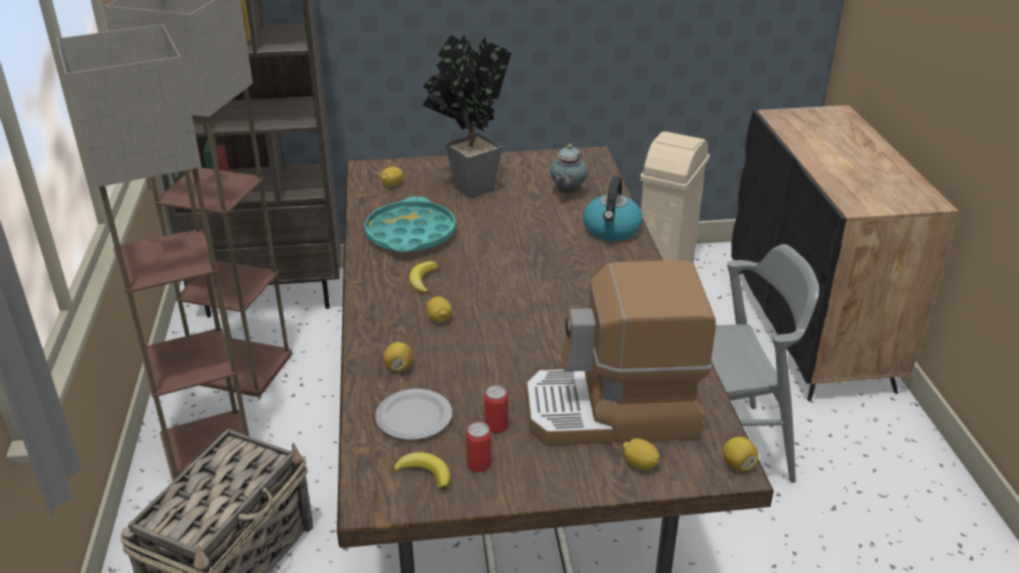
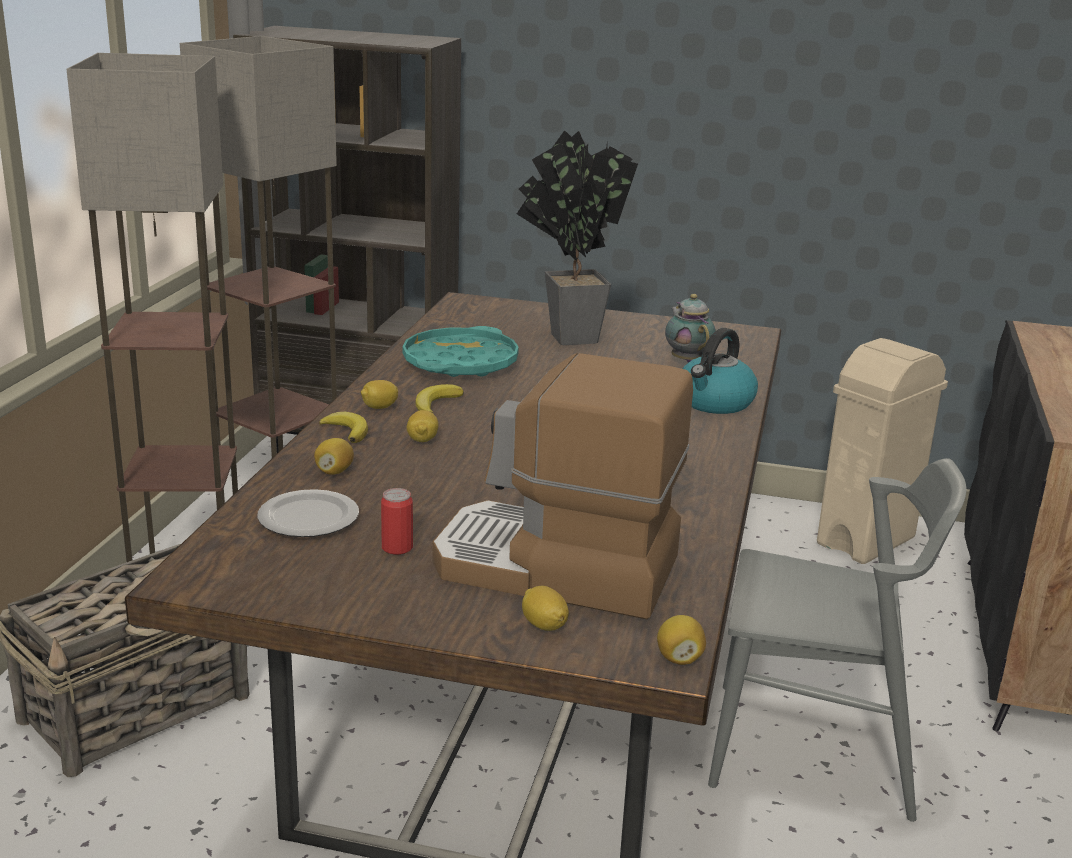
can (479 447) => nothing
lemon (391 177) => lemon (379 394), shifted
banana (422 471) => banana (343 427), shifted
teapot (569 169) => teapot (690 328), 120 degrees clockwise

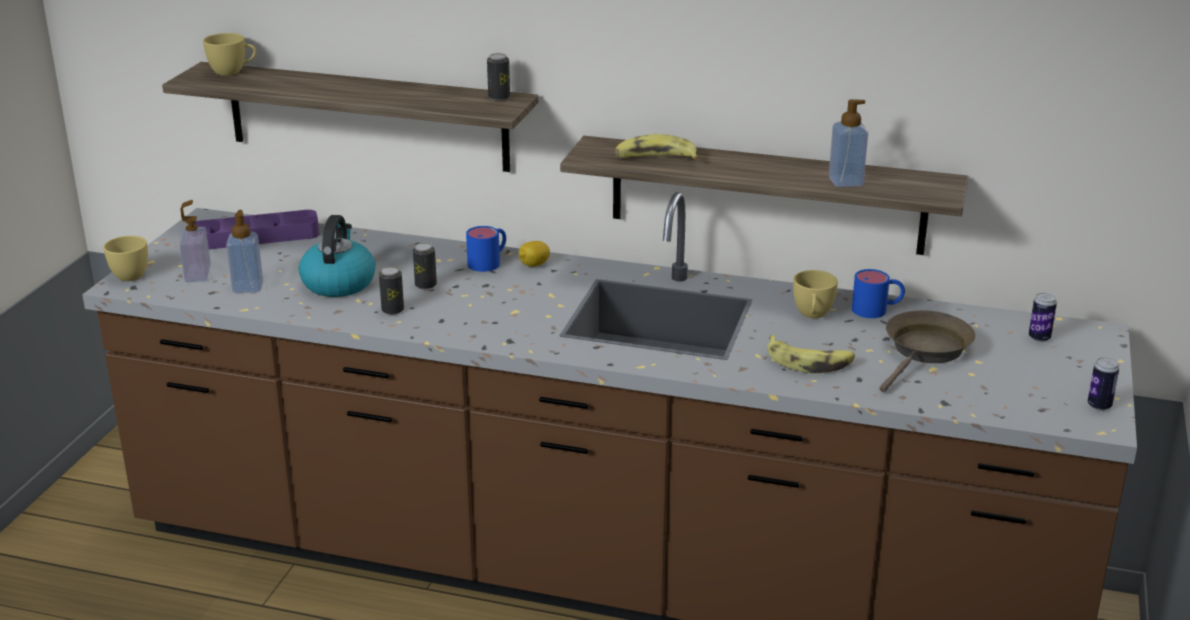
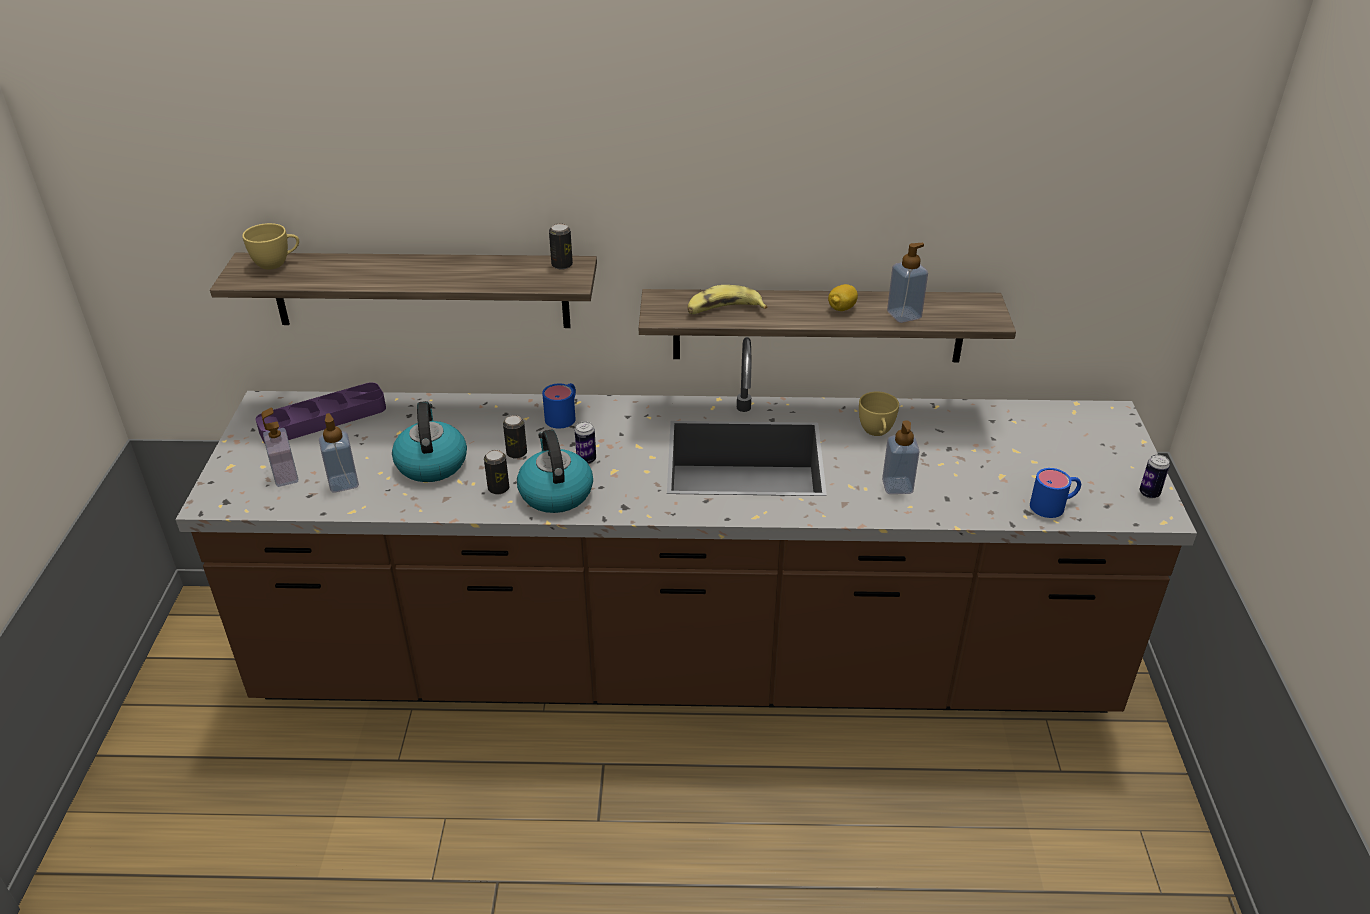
cup in yellow (125 258) => nothing
frying pan in brown (928 351) => nothing
nothing => kettle (555 471)
lemon (534 254) => lemon (843 297), shifted
mug in blue (878 293) => mug in blue (1055 493), shifted
can (1043 317) => can (585 442), shifted
banana (811 354) => soap dispenser (901 457)

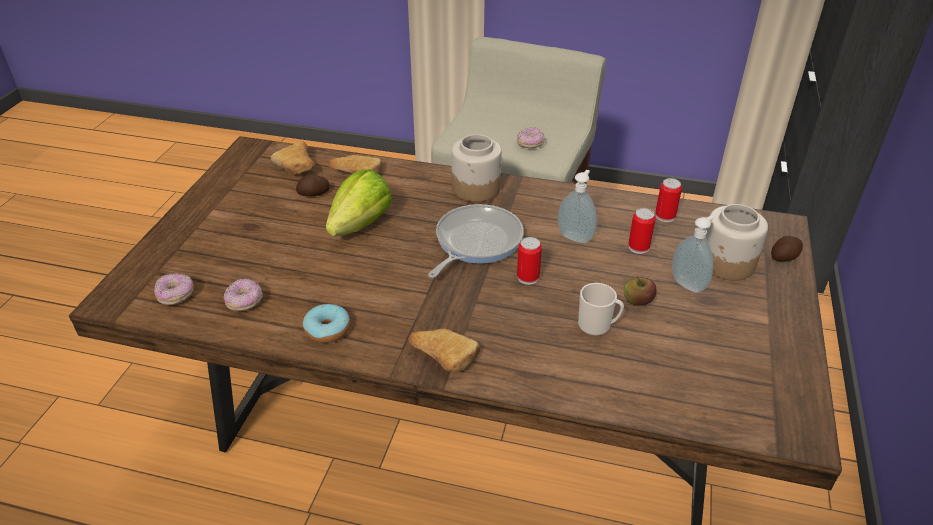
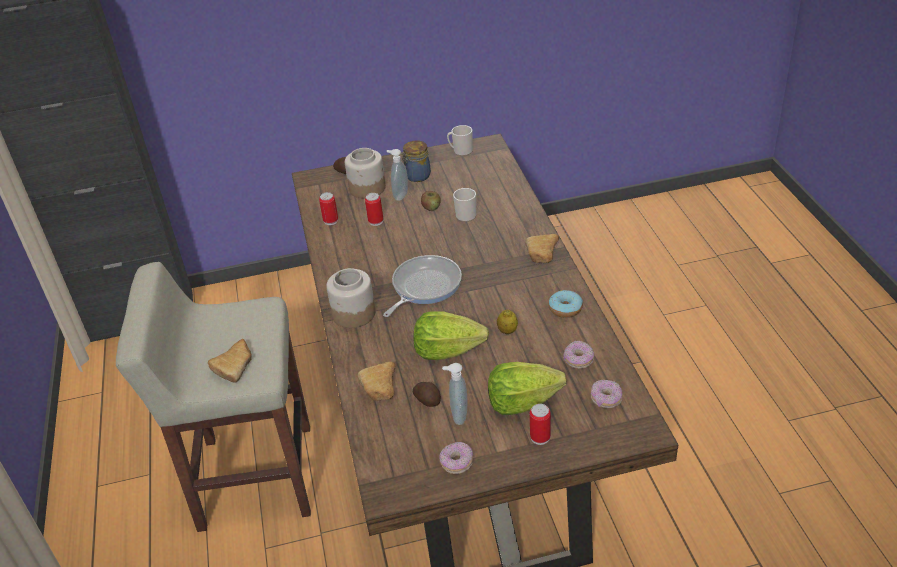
nothing => jar (416 161)
nothing => mug (460 140)
nothing => lettuce (527 388)
nothing => lemon (507 322)
bread (293 158) => bread (230 361), shifted
donut (531 137) => donut (456 458), shifted
can (529 261) => can (540 424), shifted
soap dispenser (577 206) => soap dispenser (455 394), shifted
frying pan (476 241) => frying pan (422 286), 120 degrees clockwise

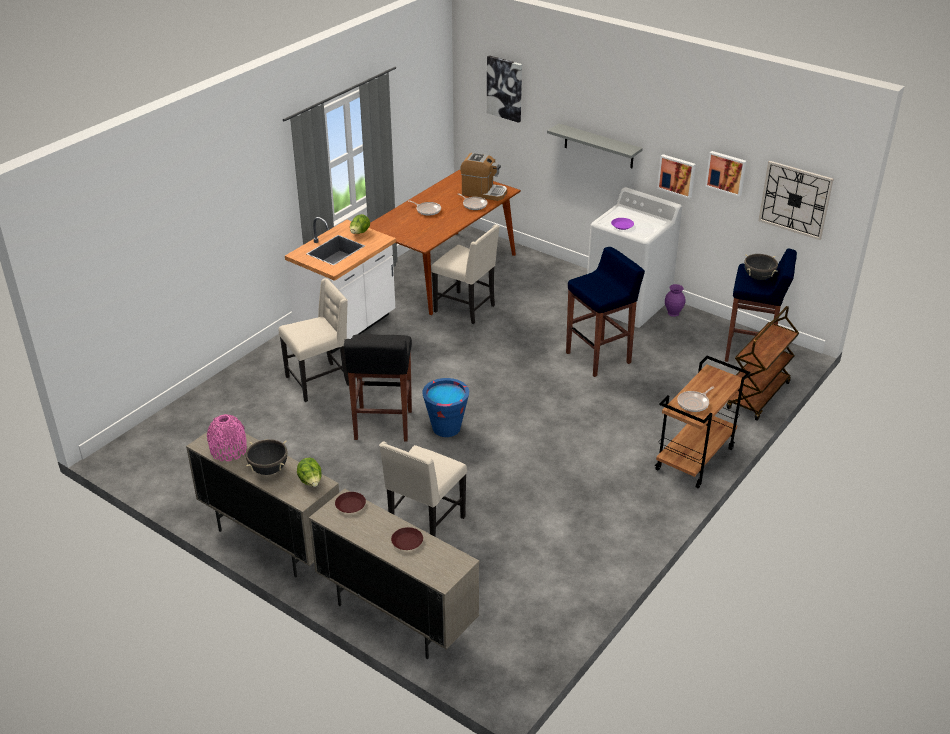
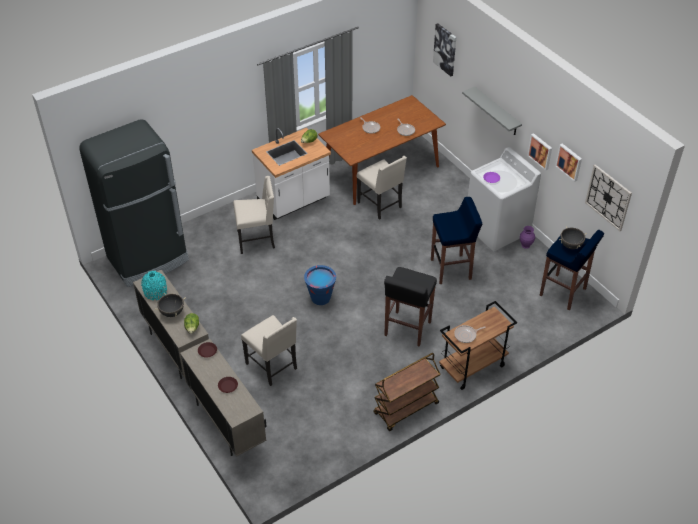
coffee machine (483 177) => nothing
nothing => fridge in black (134 203)
stool in black (378 387) => stool in black (410 307), shifted
cart in brown (763 363) => cart in brown (406 392), shifted
vase in pink (227 437) => vase in turquoise (154 285)
chair in beige (423 489) => chair in beige (269 350), 90 degrees counterclockwise

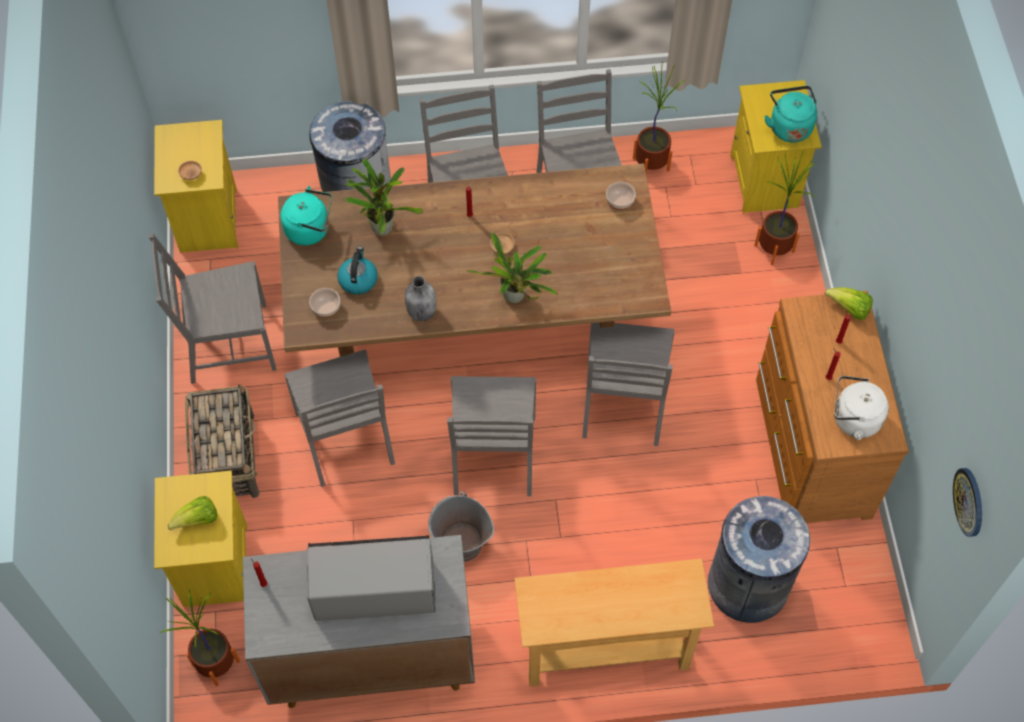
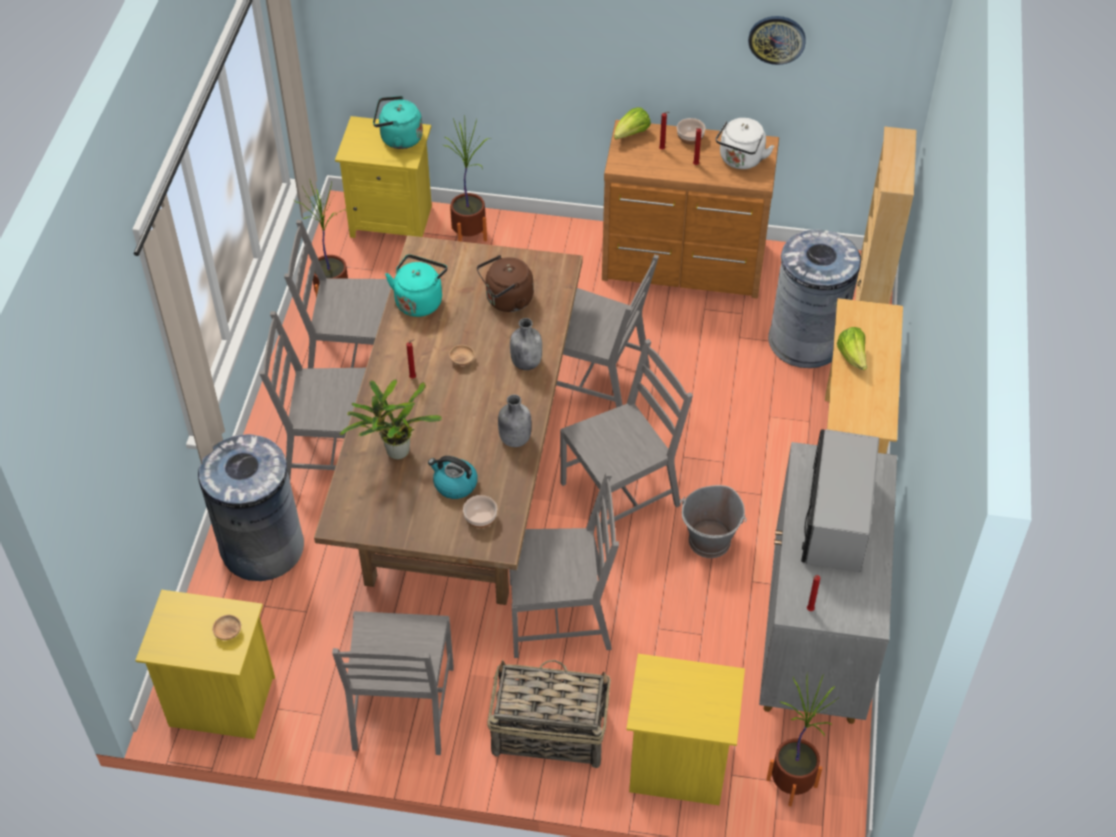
nothing => kettle in brown (505 283)
nothing => bookcase in beige (885 215)
lettuce (193 513) => lettuce (852 348), shifted
kettle in turquoise (306 216) => kettle in turquoise (416 285), shifted
bowl (621 196) => bowl (691 131), shifted
wall clock (967 502) => wall clock (777 40), shifted
potted plant (511 268) => bottle in grey (526 344)
chair in grey (491 436) => chair in grey (626 441), 45 degrees counterclockwise

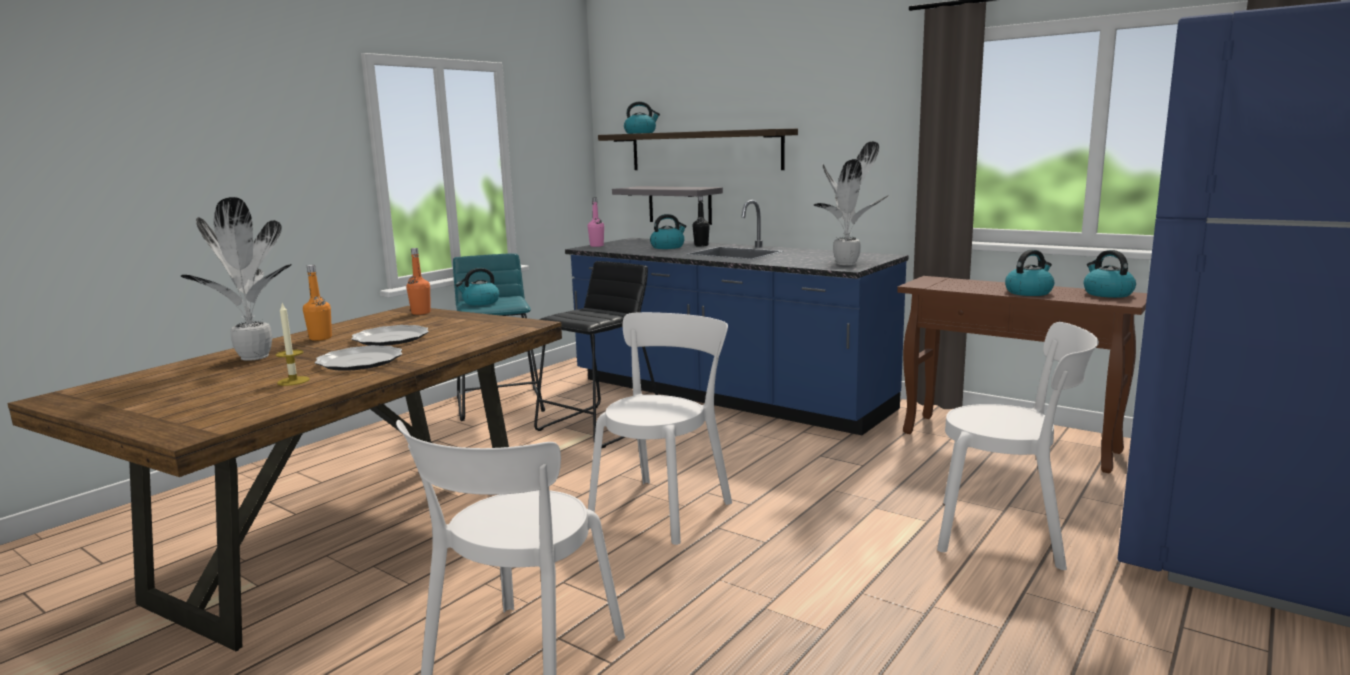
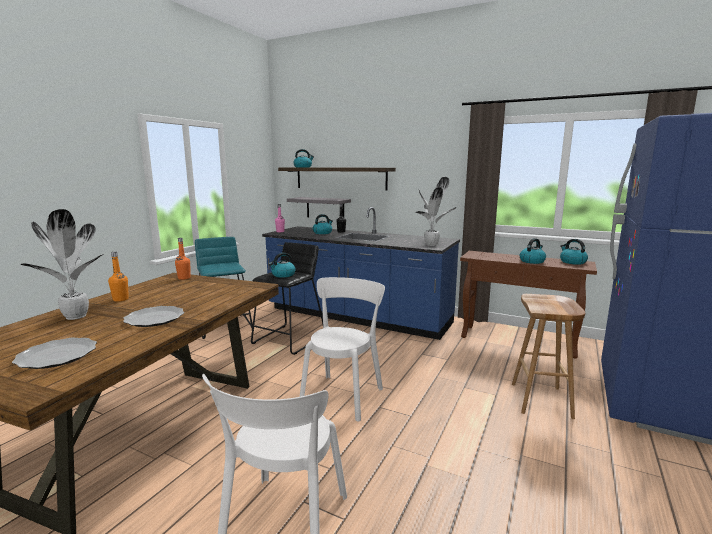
candle (292 345) => nothing
plate (390 335) => plate (54 353), shifted
kettle (478 287) => kettle (282 265), shifted
chair in white (1018 446) => stool in brown (548 356)

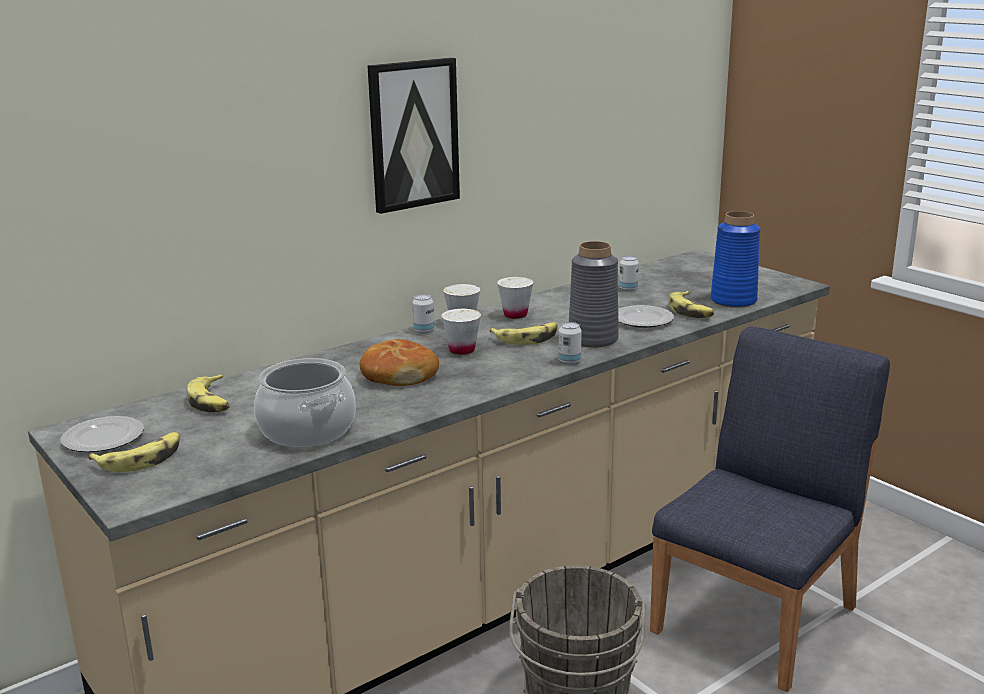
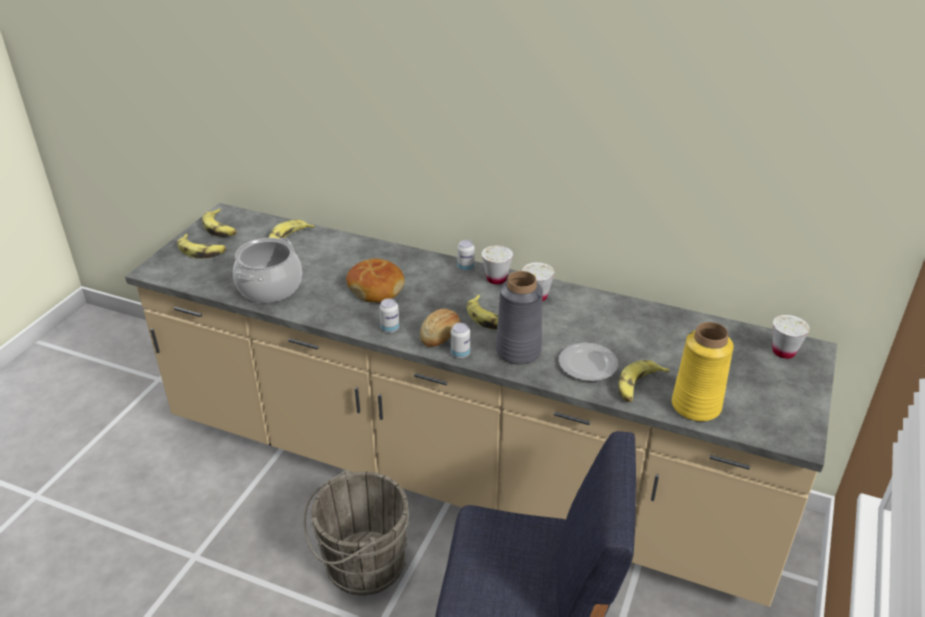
picture (413 136) => nothing
nothing => bread (440 328)
cup in white (461 332) => cup in white (791 337), shifted
can (629 273) => can (389 315), shifted
plate (102 434) => banana (219 223)
vase in blue (735 259) => vase in yellow (703 372)

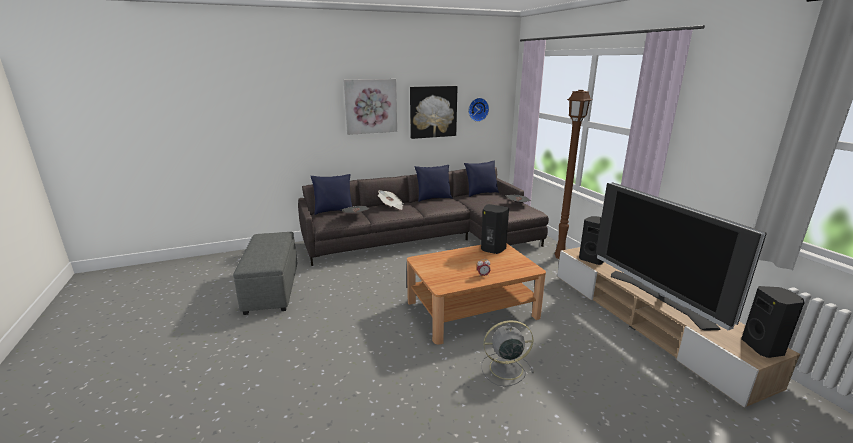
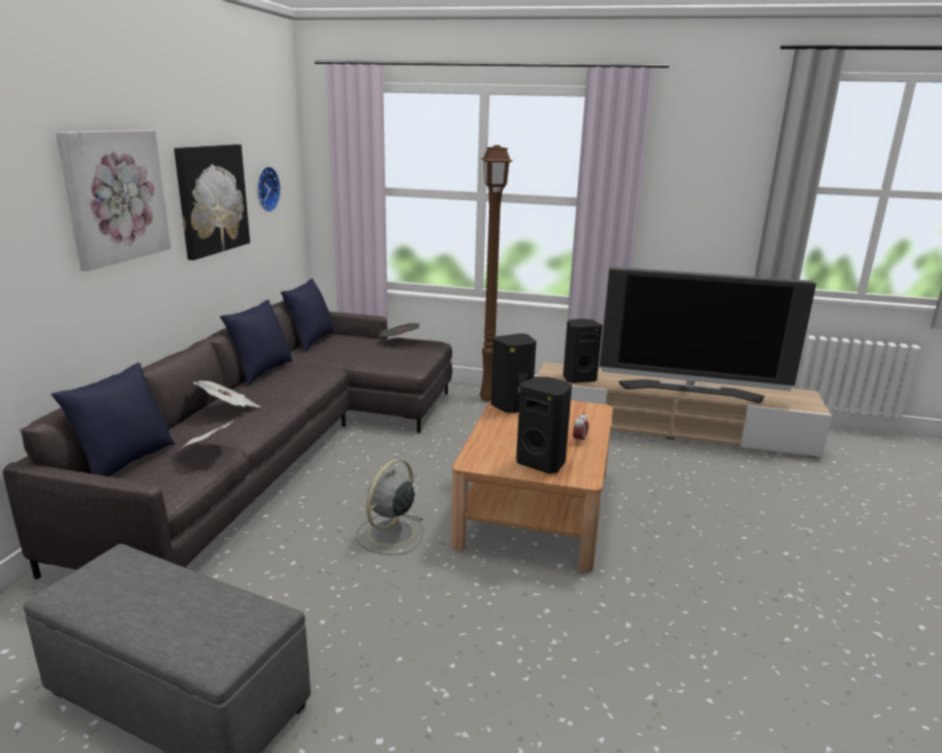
fan in grey (507 353) => fan in grey (390 507), shifted
speaker in black (773 322) => speaker in black (544 425), shifted

